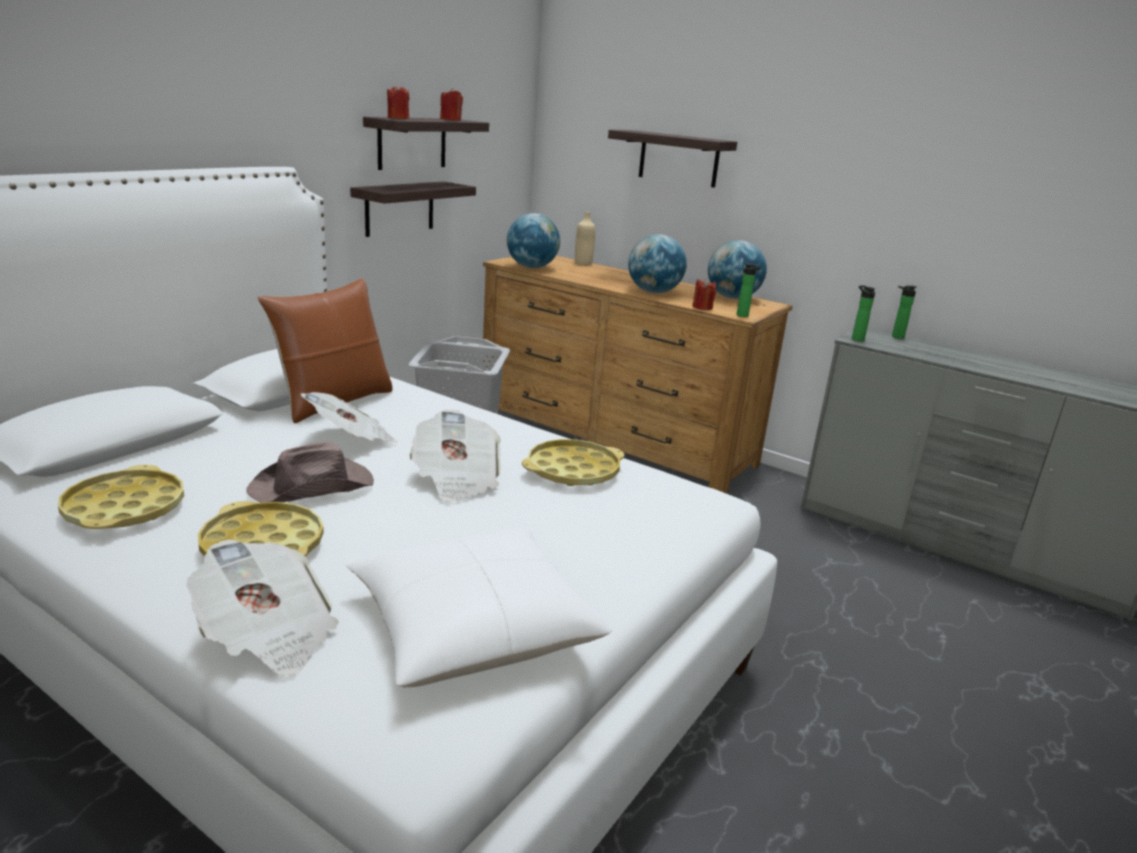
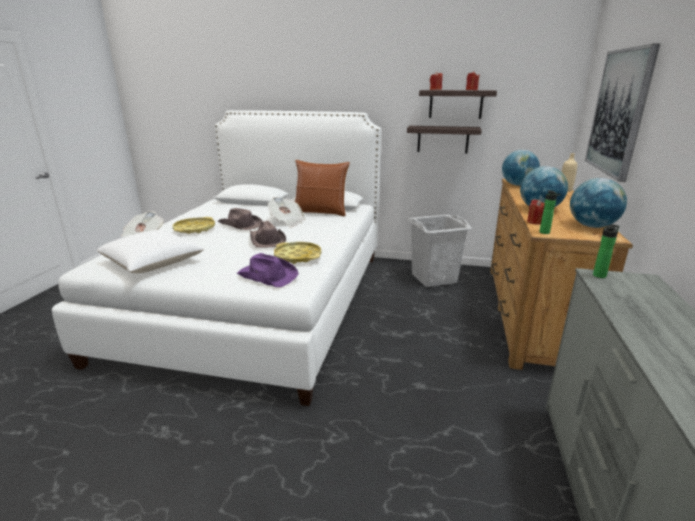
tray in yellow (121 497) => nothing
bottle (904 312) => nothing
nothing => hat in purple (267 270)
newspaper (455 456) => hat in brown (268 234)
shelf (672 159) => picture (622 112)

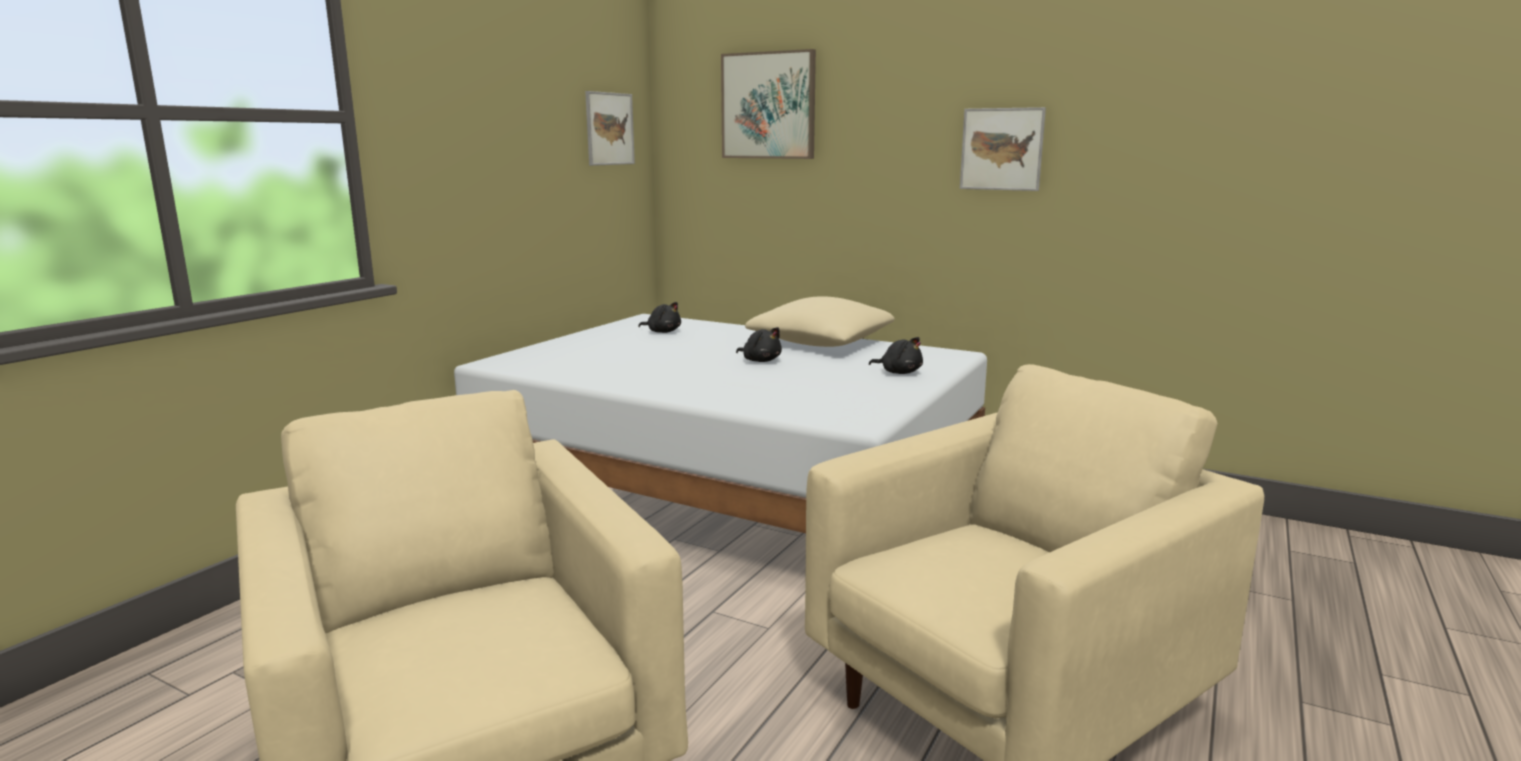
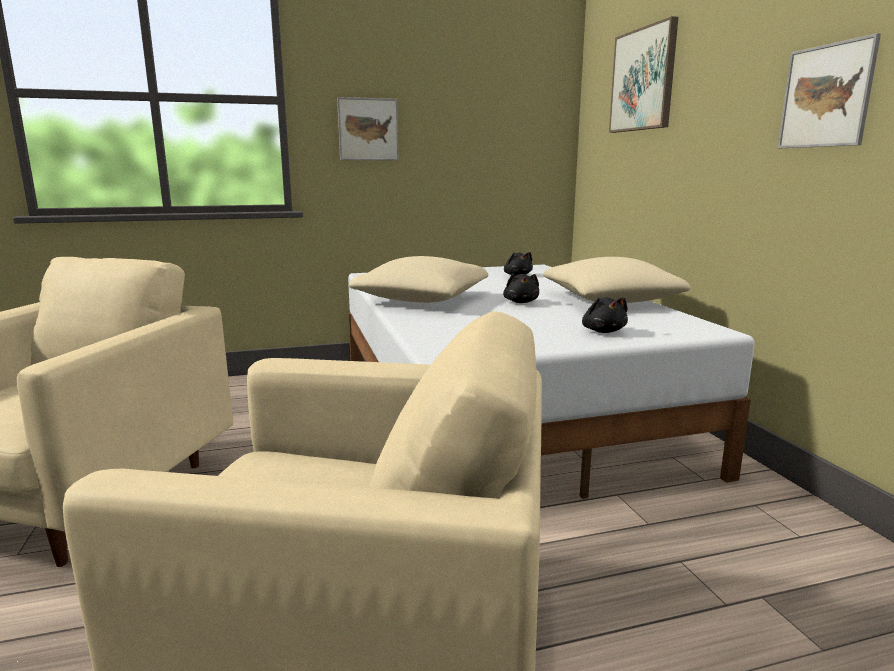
nothing => pillow in beige (418 279)
picture (610 128) => picture (368 128), shifted

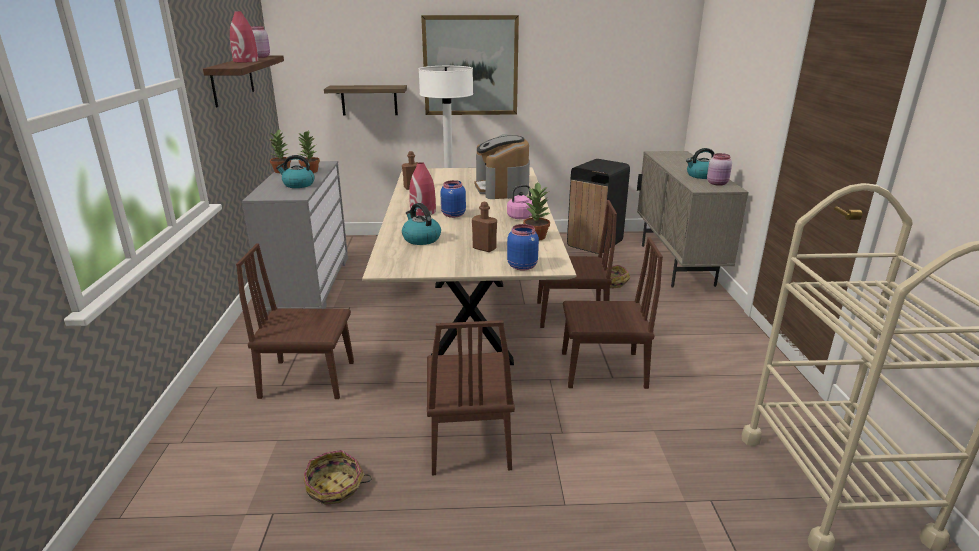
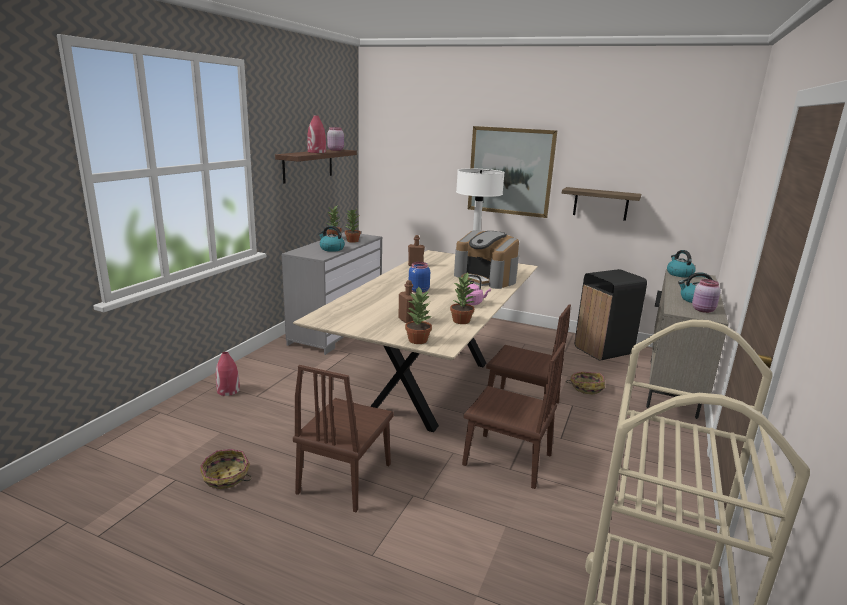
chair in brown (295 321) => nothing
shelf (365 100) => shelf (601 204), shifted
kettle (421 224) => kettle (681 263), shifted
vase in red (422 189) => vase in red (228 374), shifted
jar in blue (523 247) => potted plant (418 315)
coffee machine (502 166) => coffee machine (486 259), 60 degrees counterclockwise

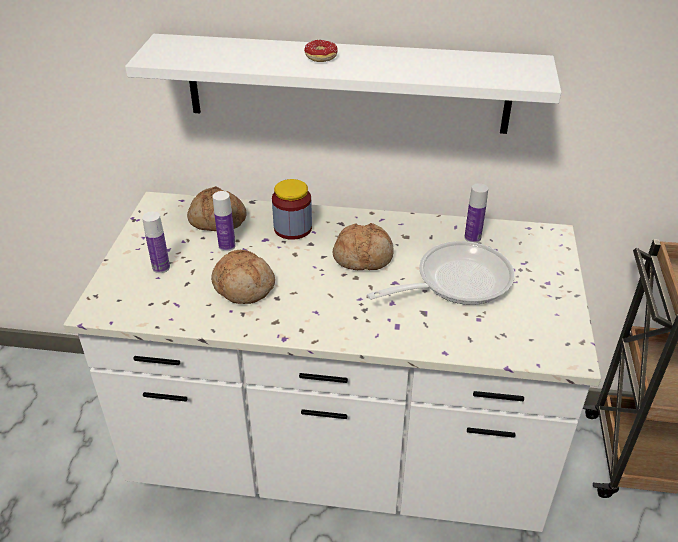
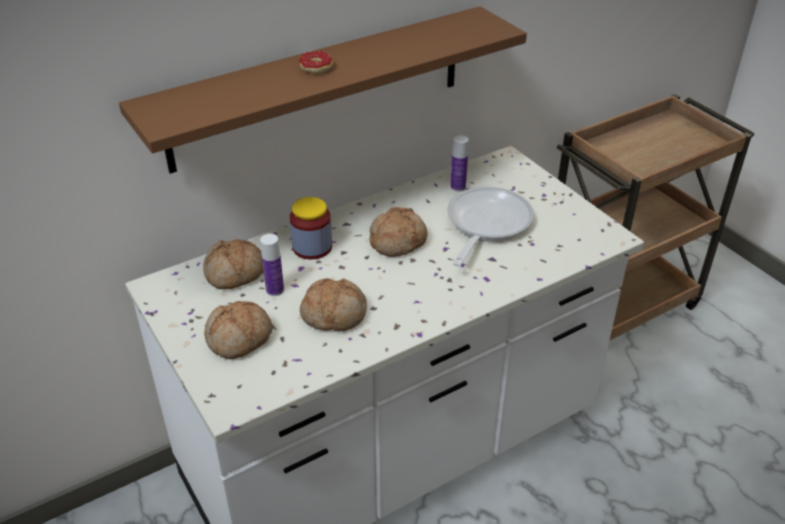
bottle (156 242) => bread (238 330)
shelf in white (343 84) => shelf in brown (323 90)

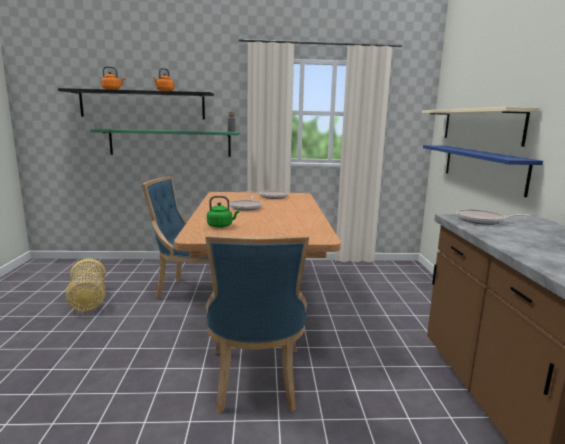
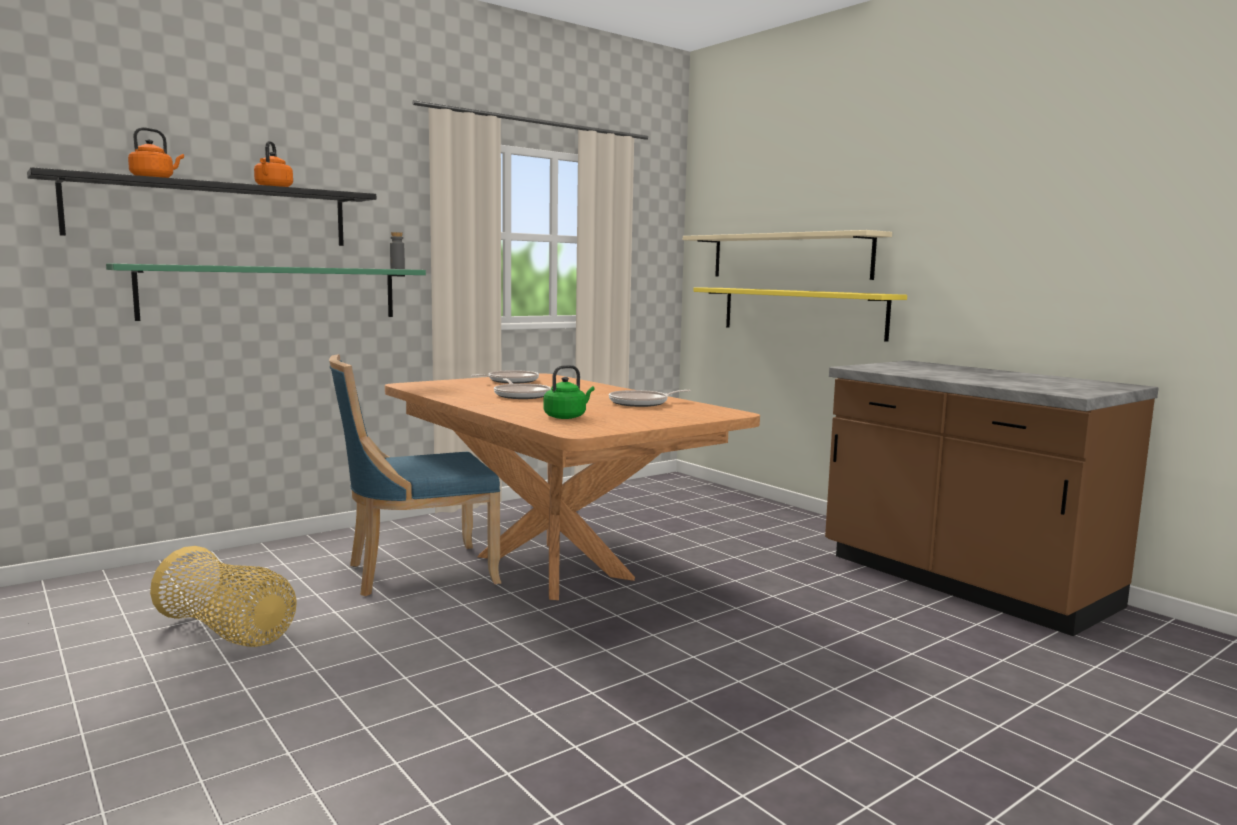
chair in blue (257 323) => nothing
frying pan (493 217) => frying pan (650 398), shifted
shelf in blue (483 171) => shelf in yellow (800 315)

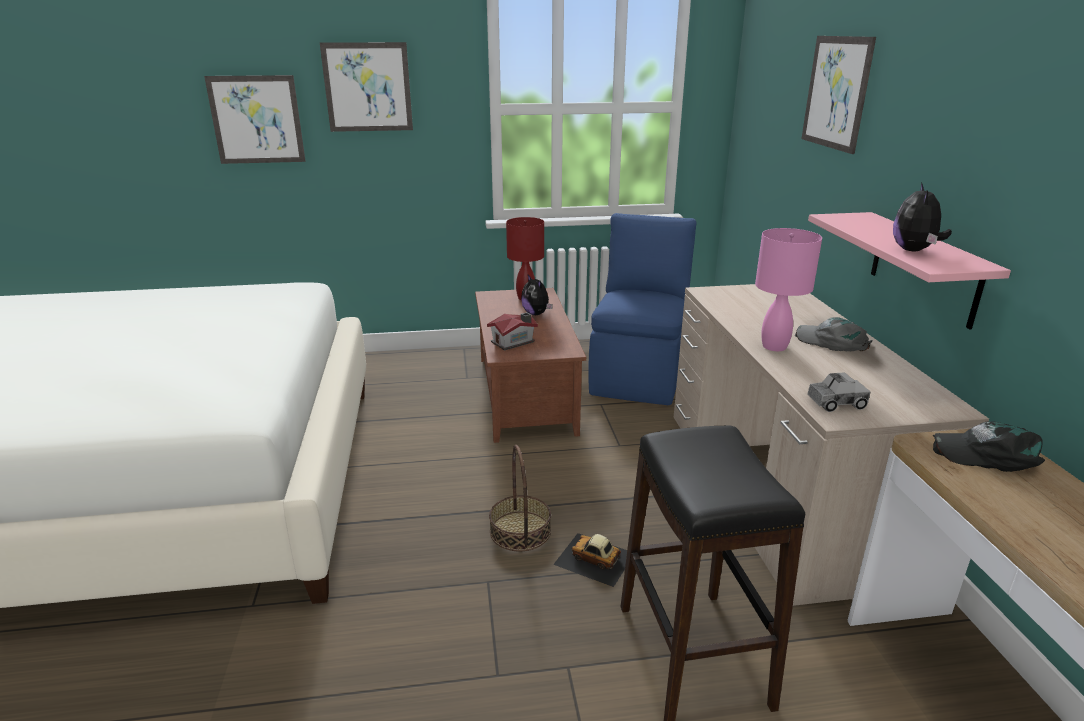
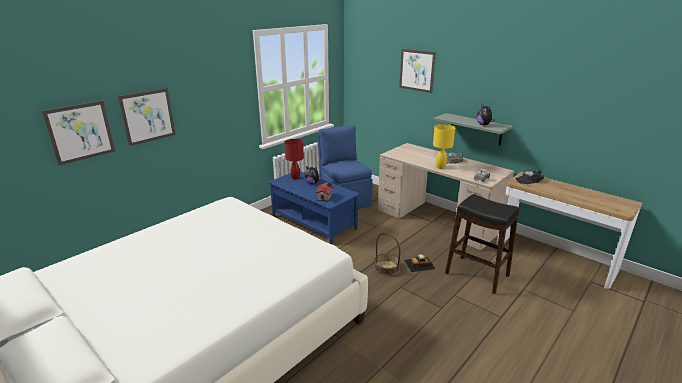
picture (366 87) => picture (78 132), shifted
coffee table in brown (530 365) => coffee table in blue (314 207)
table lamp in pink (788 289) => table lamp in yellow (444 146)
shelf in pink (909 270) => shelf in grey (472 129)

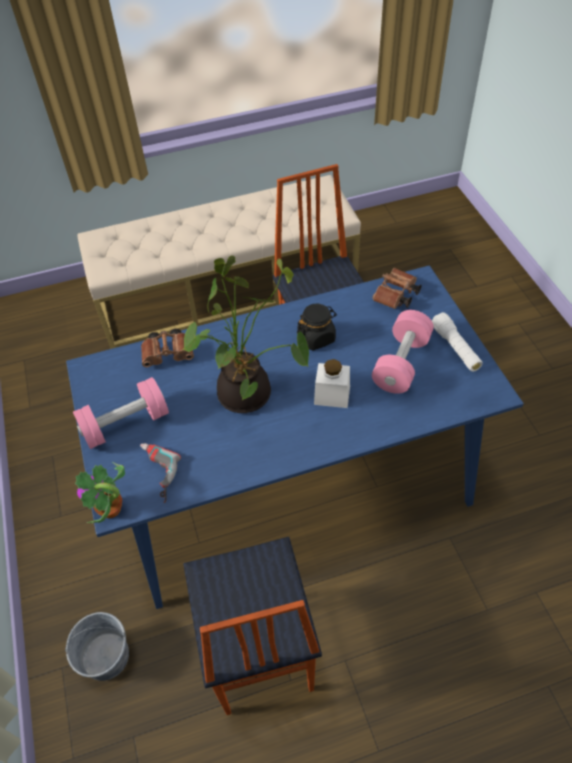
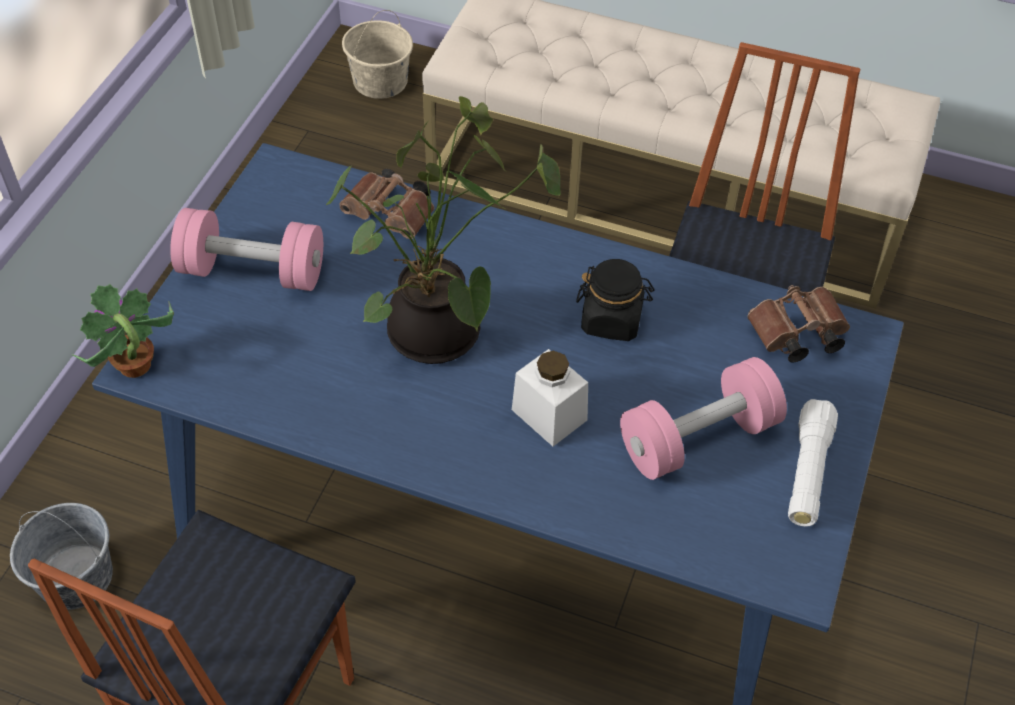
power drill (160 473) => nothing
nothing => bucket in beige (377 54)

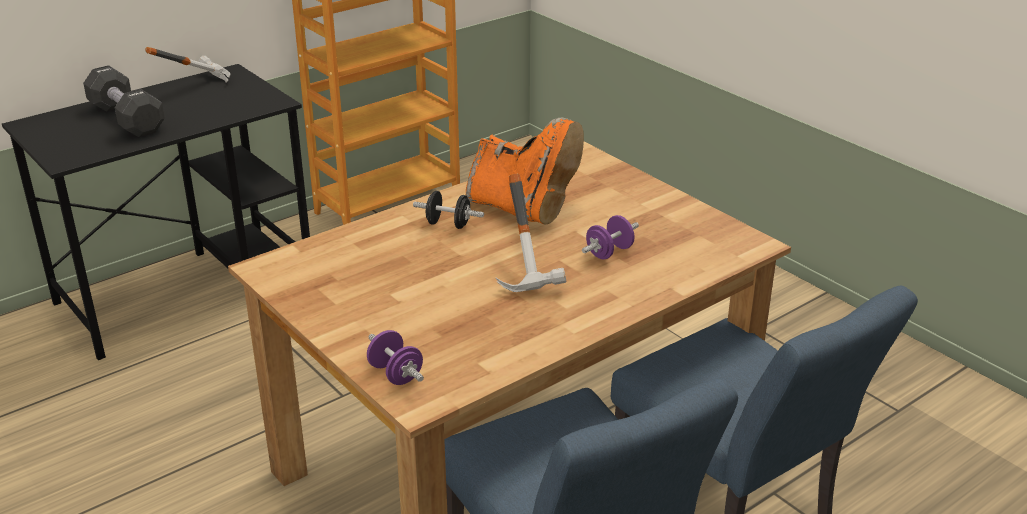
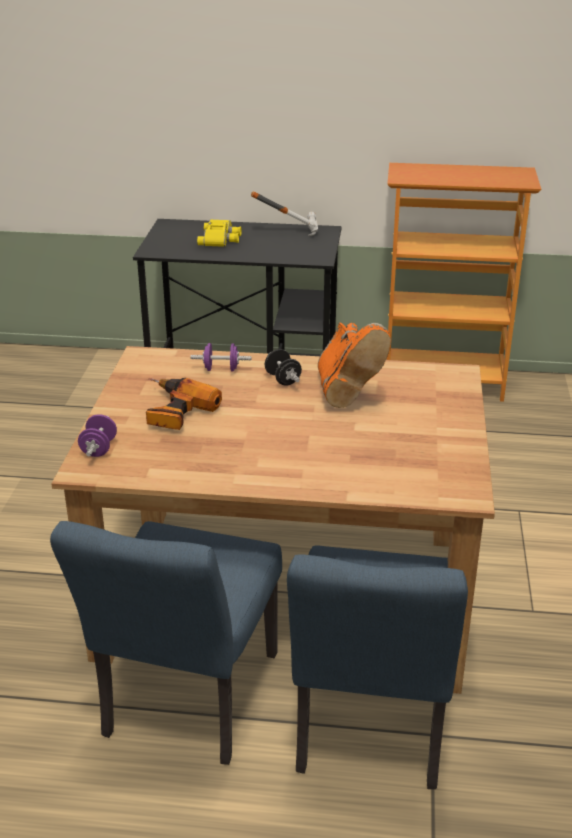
hammer (531 233) => nothing
nothing => power drill (184 404)
dumbbell in purple (610 237) => dumbbell in purple (221 357), shifted
dumbbell in black (124 101) => binoculars in yellow (219 233)

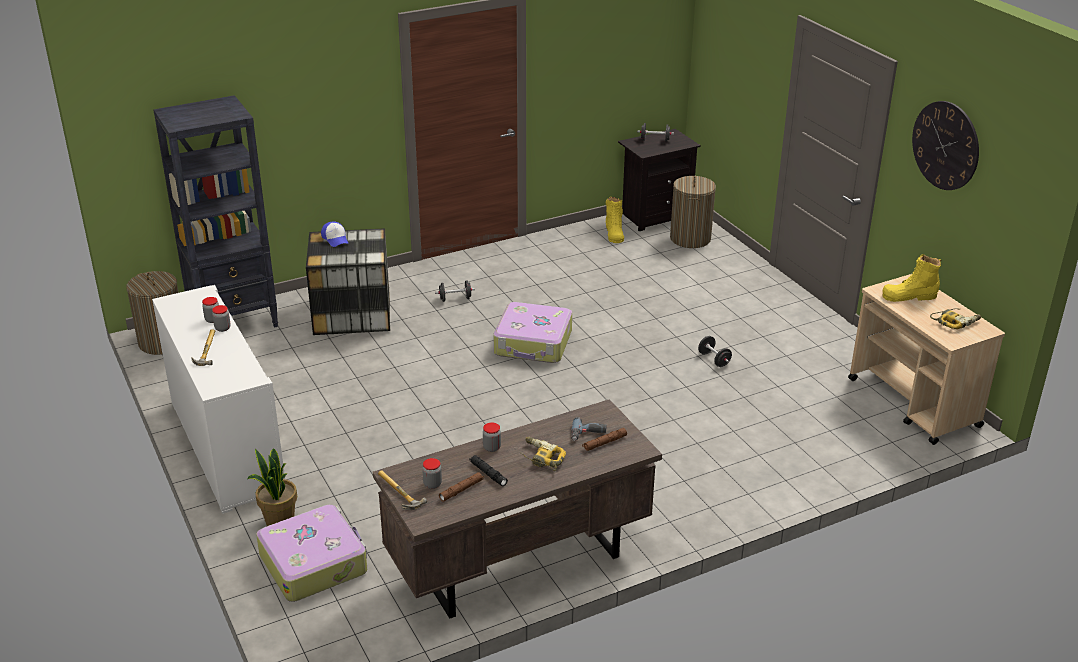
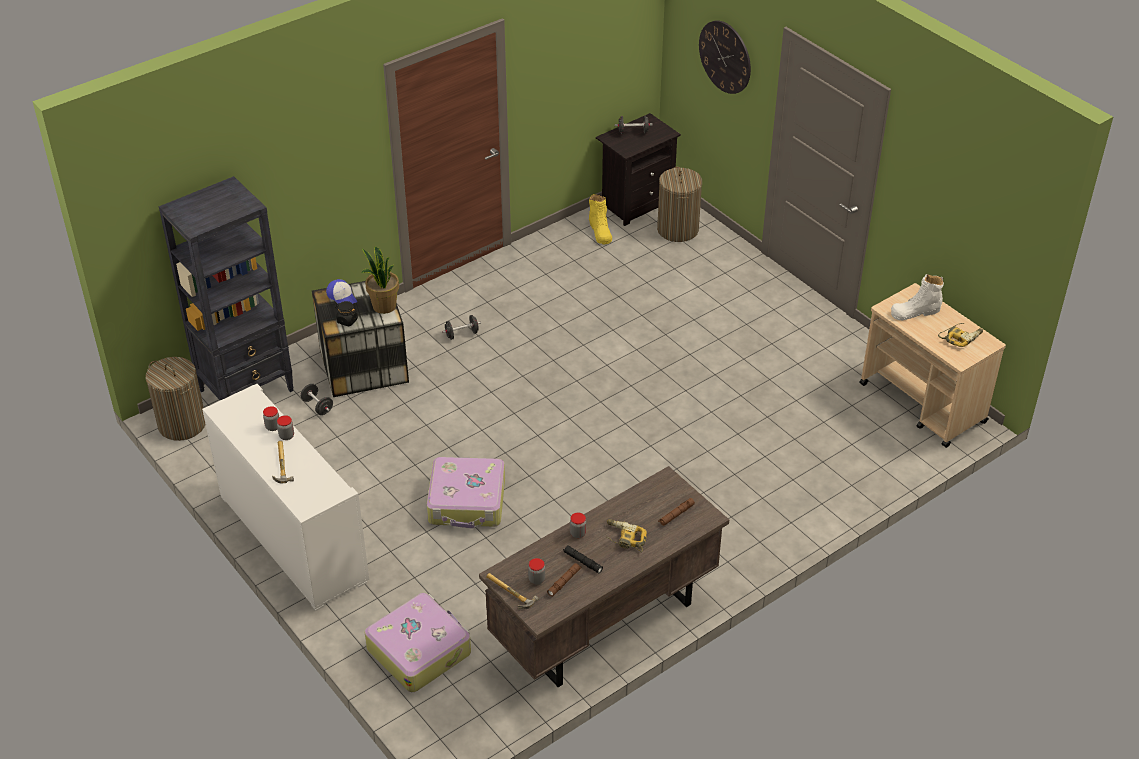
power drill (589 429) => nothing
nothing => jar in black (346 313)
potted plant (272 487) => potted plant (380 280), shifted
suitcase (533 332) => suitcase (466 492), shifted
dumbbell in black (715 351) => dumbbell in black (316 399), shifted
wall clock (945 145) => wall clock (725 57), shifted
boot in yellow (911 278) => boot in white (917 297)

